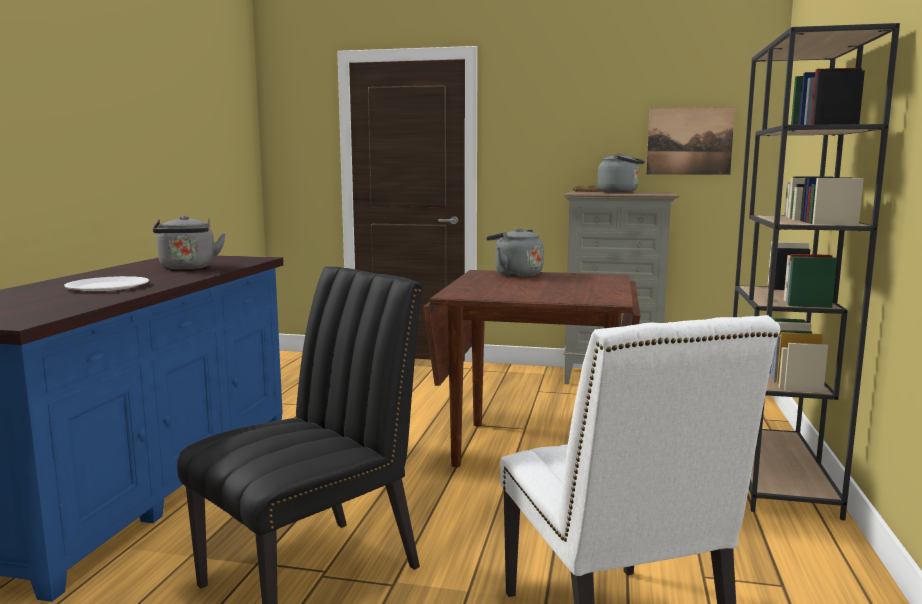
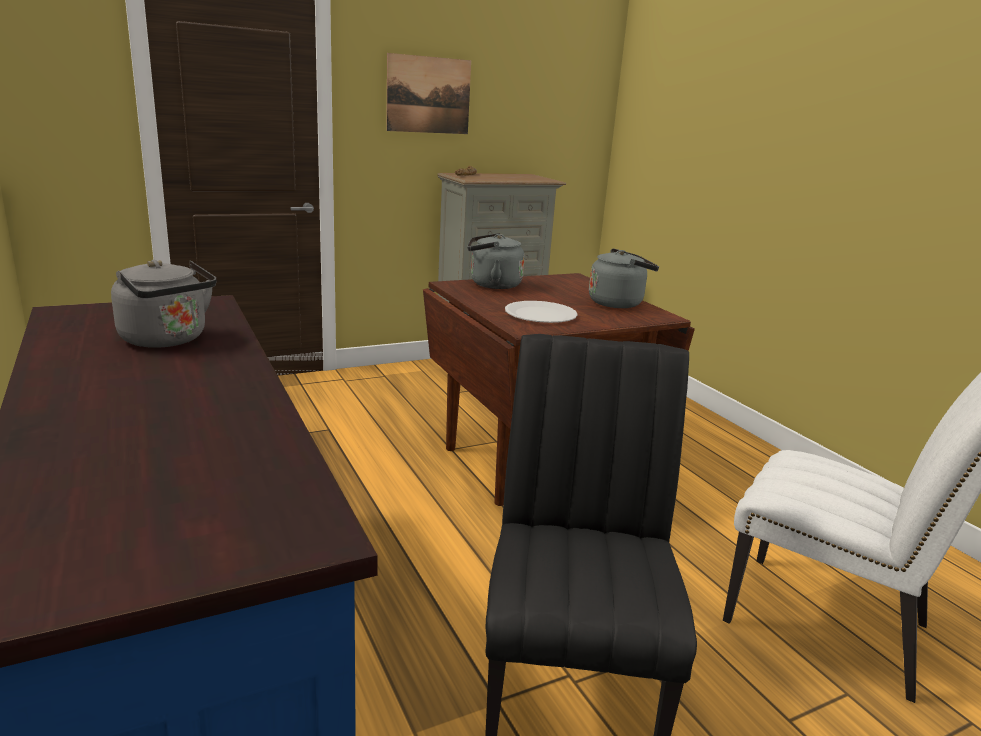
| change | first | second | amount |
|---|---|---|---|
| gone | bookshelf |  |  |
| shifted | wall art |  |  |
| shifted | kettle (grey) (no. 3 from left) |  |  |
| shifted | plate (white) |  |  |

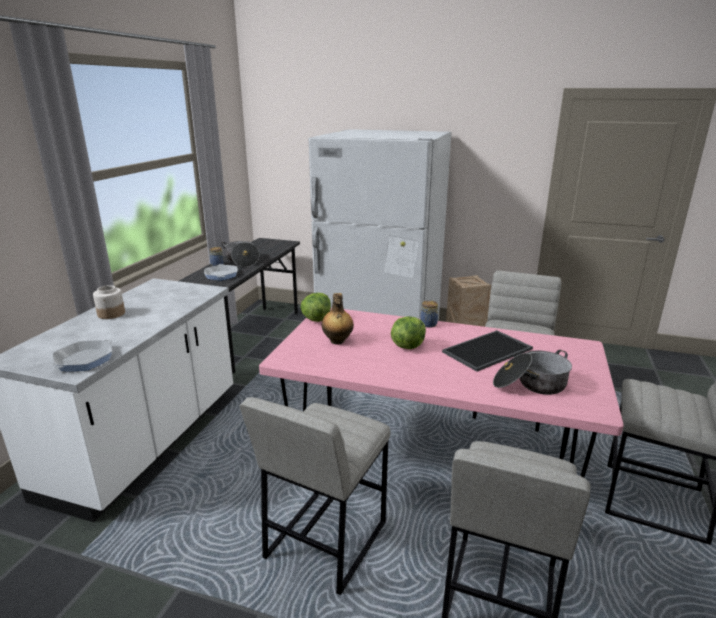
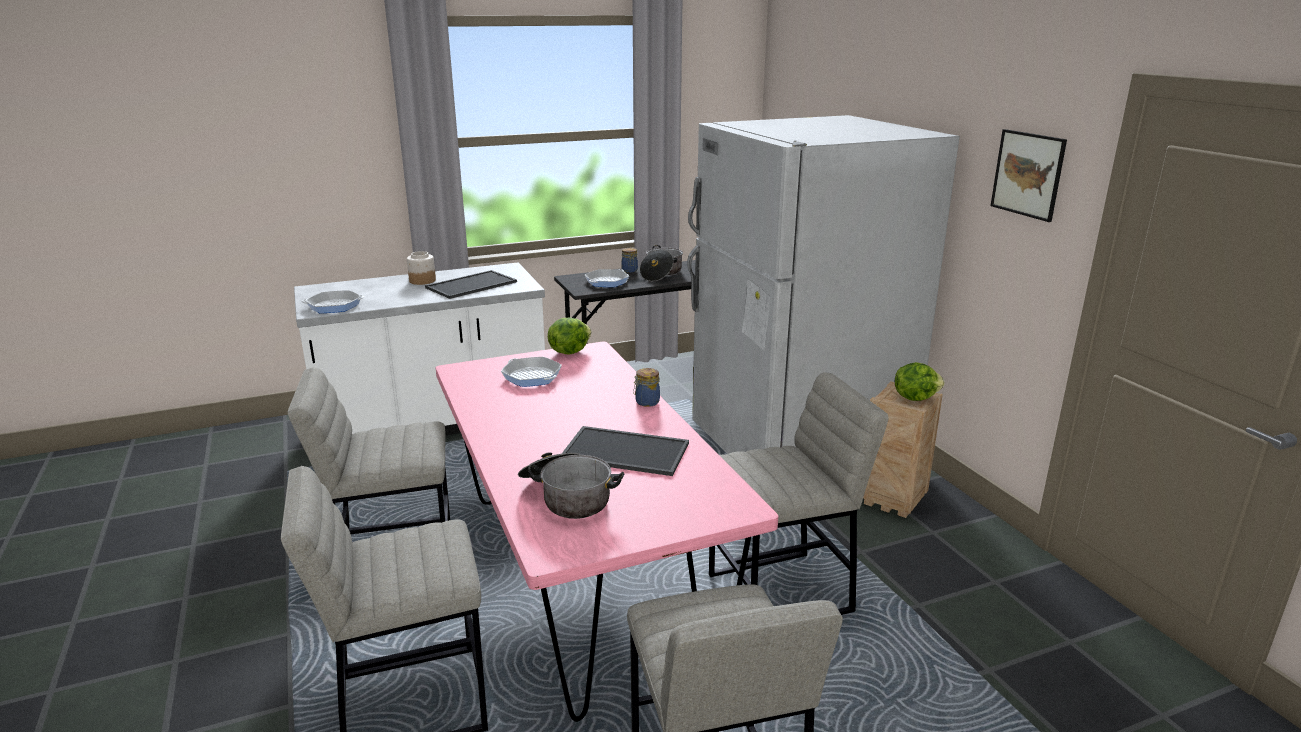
| change | first | second | amount |
|---|---|---|---|
| swapped | bottle | skillet (no. 2 from left) |  |
| shifted | lettuce (no. 2 from left) |  |  |
| new |  | wall art |  |
| new |  | carrying tray (no. 1 from left) |  |

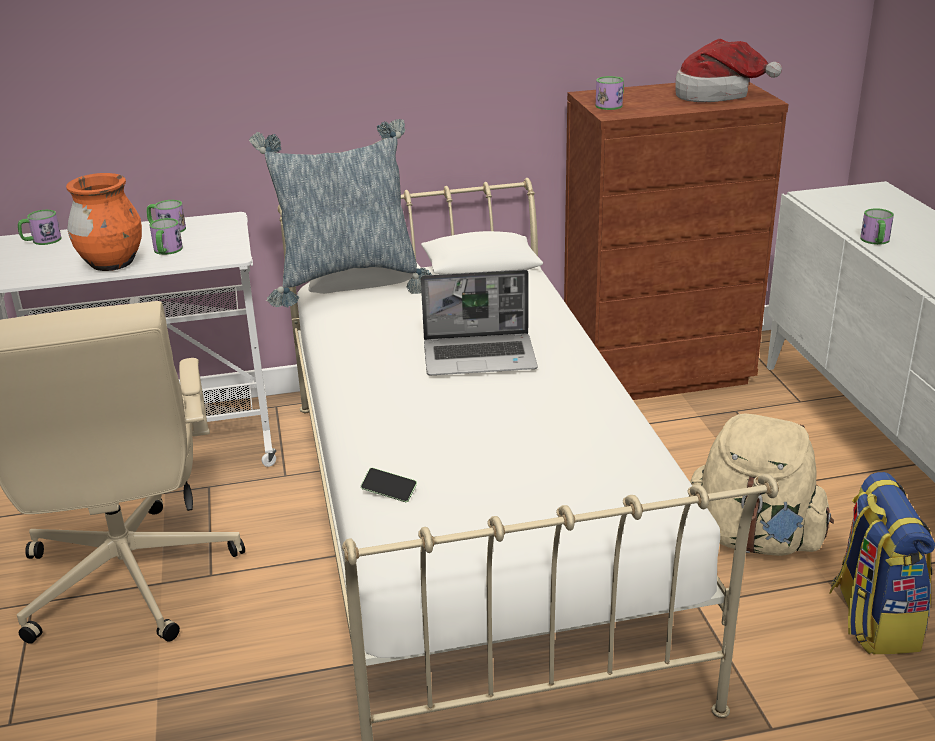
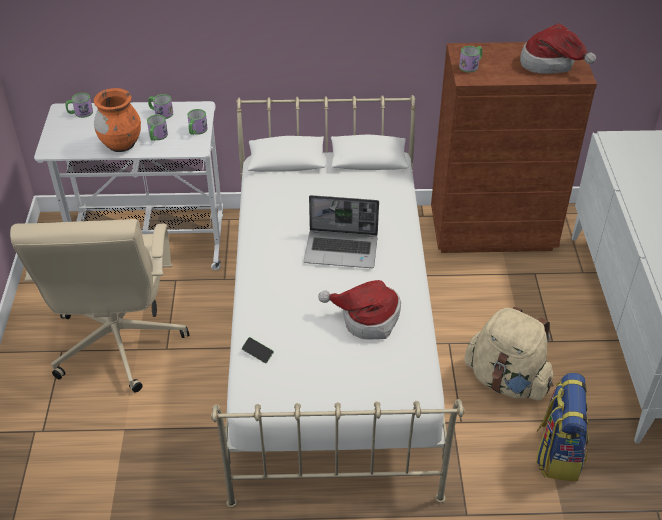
| change | first | second | amount |
|---|---|---|---|
| gone | cushion |  |  |
| shifted | mug (no. 5 from left in the first image) | mug (no. 4 from left) |  |
| new |  | wearable hat (no. 1 from left) |  |

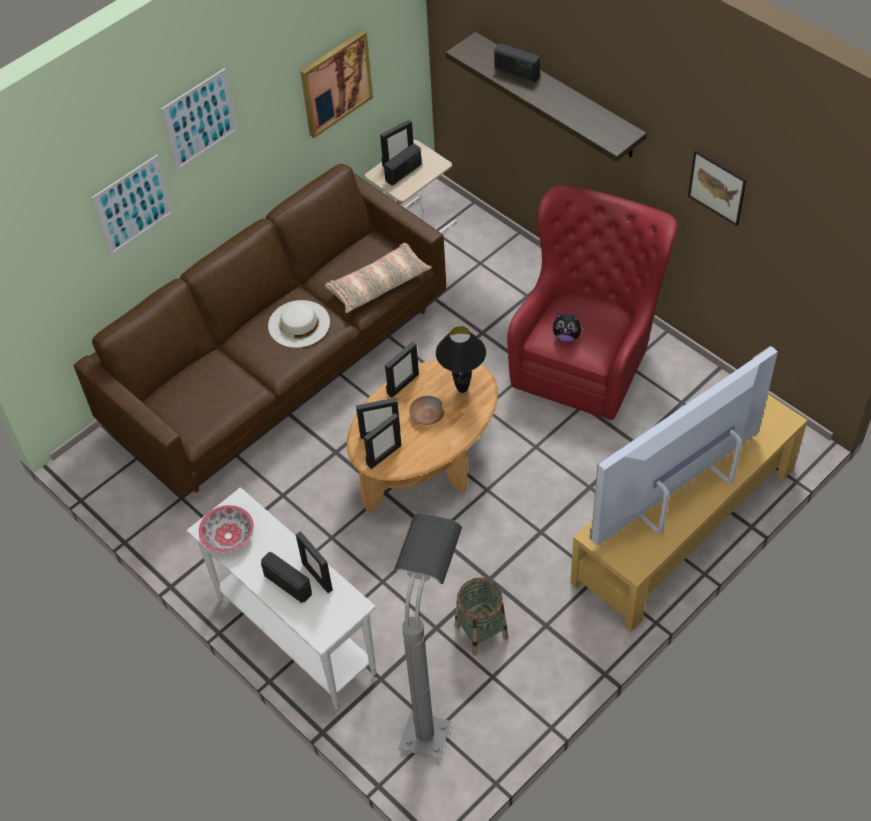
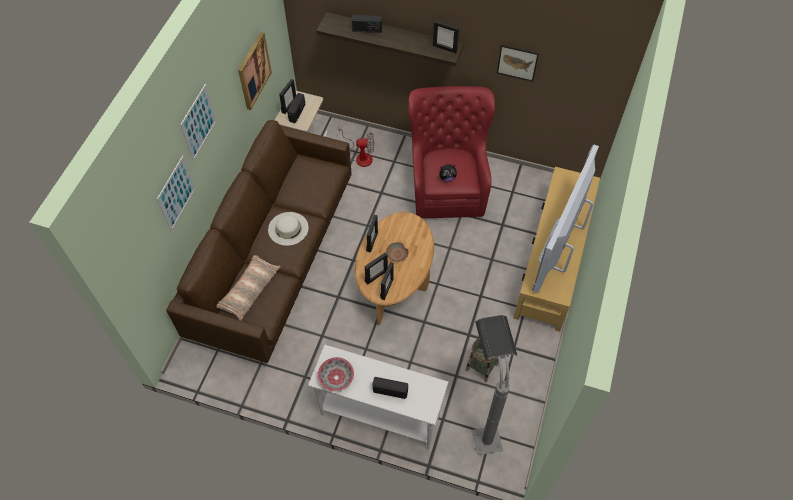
| change | first | second | amount |
|---|---|---|---|
| shifted | cushion |  |  |
| gone | table lamp (black) |  |  |
| shifted | picture frame (no. 1 from left in the first image) | picture frame (no. 5 from left) |  |
| new |  | electric fan |  |

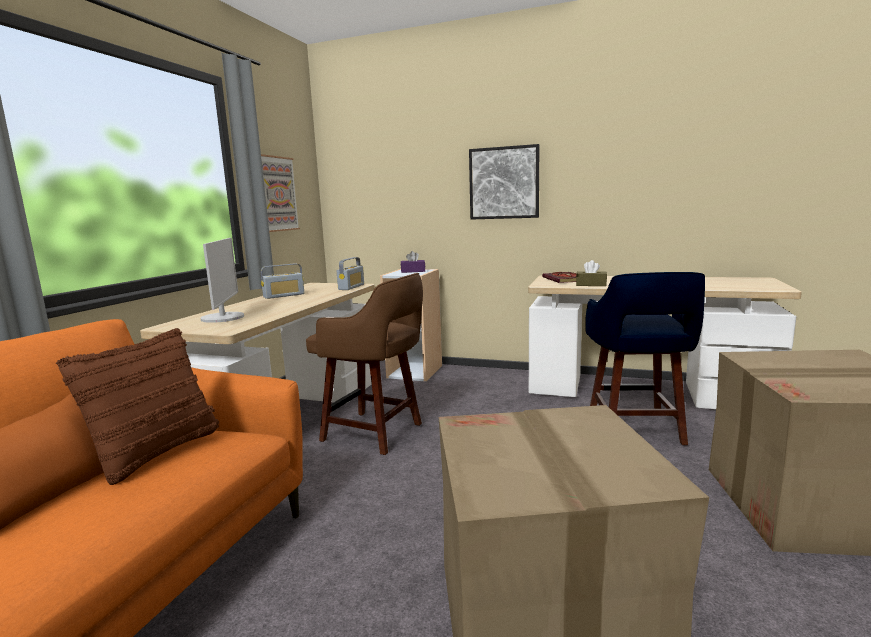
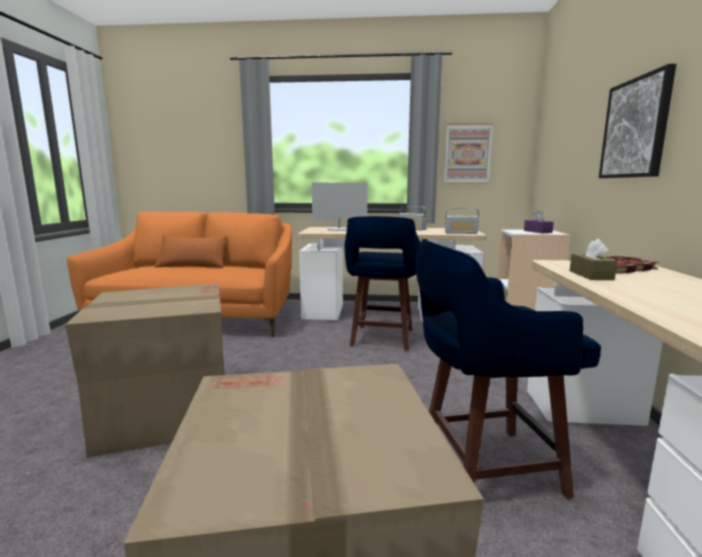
| change | first | second | amount |
|---|---|---|---|
| repainted | stool (brown) | stool (blue) (no. 1 from left) |  |
| gone | cushion (brown) |  |  |

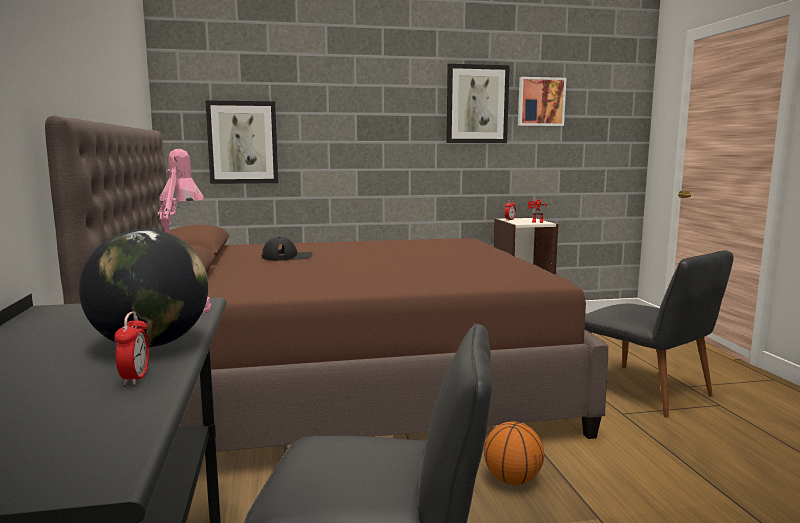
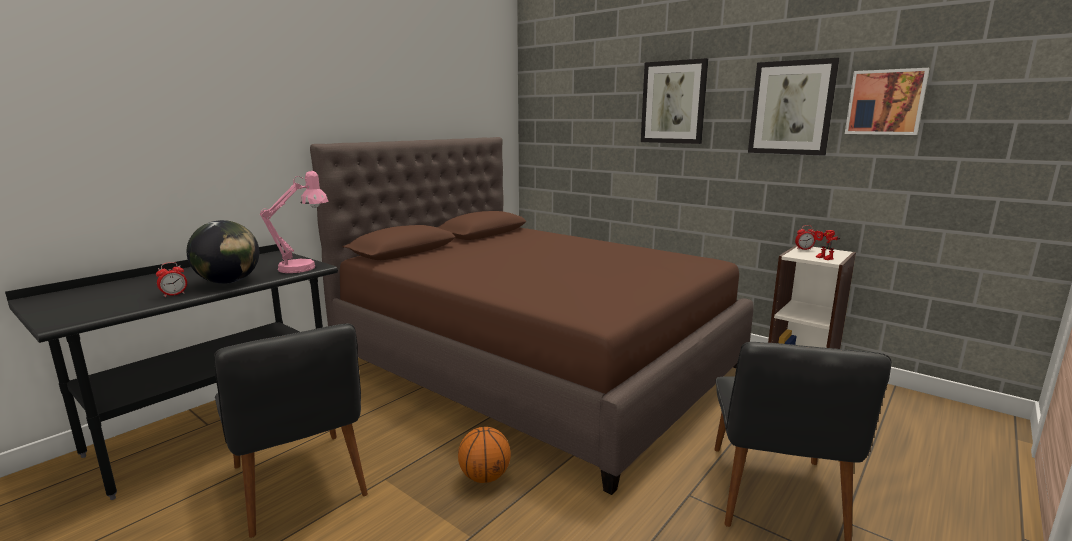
| change | first | second | amount |
|---|---|---|---|
| shifted | wall art (no. 1 from left) |  |  |
| gone | peaked cap (black) |  |  |

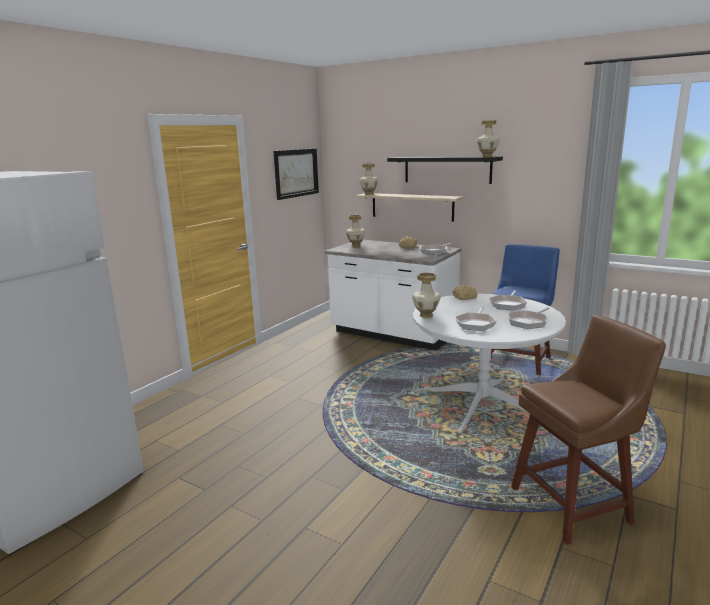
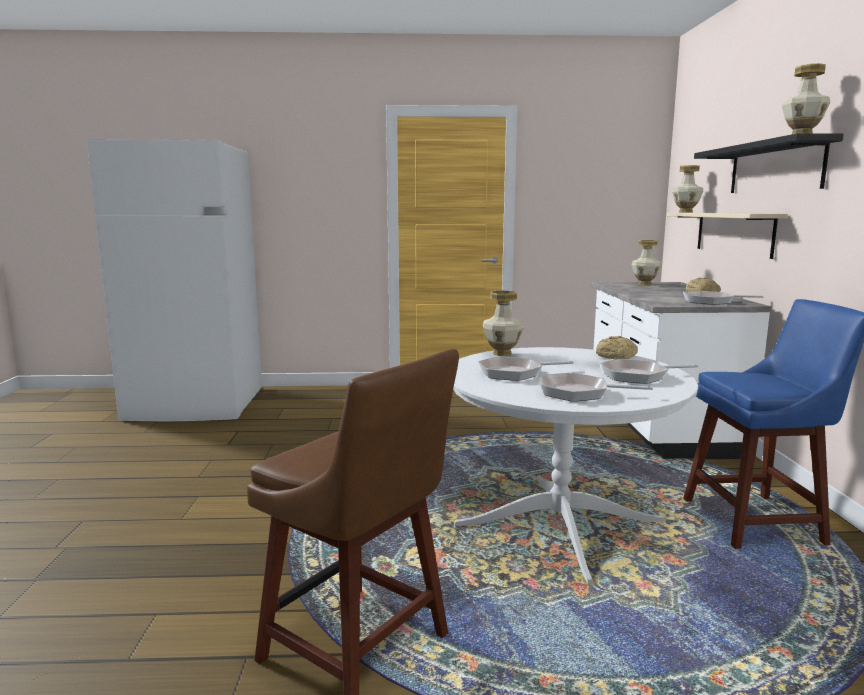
| change | first | second | amount |
|---|---|---|---|
| gone | wall art |  |  |

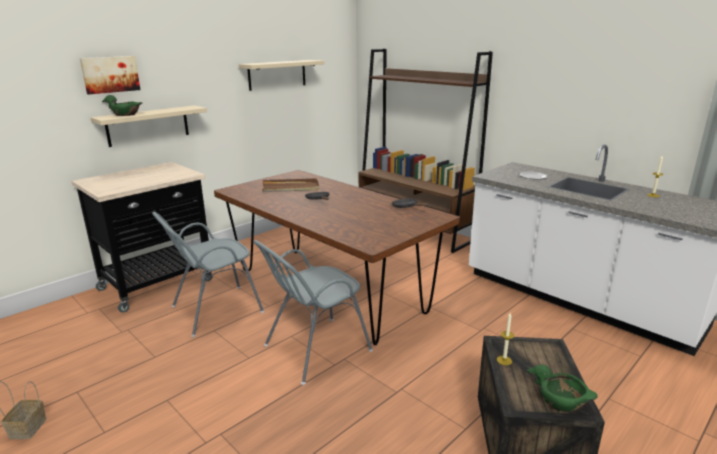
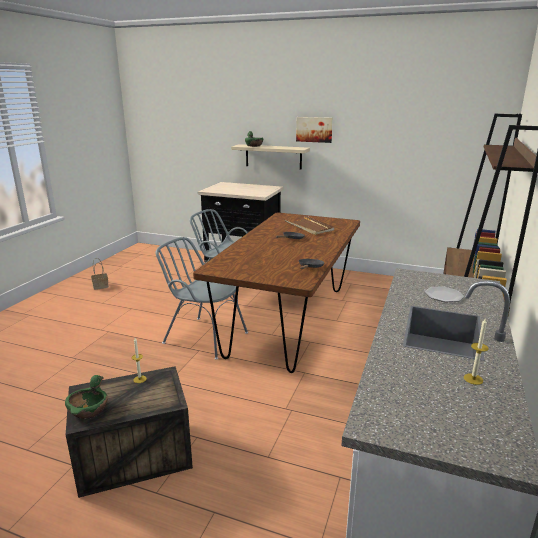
| change | first | second | amount |
|---|---|---|---|
| shifted | wall art |  |  |
| gone | shelf (beige-coloured) (no. 2 from left) |  |  |

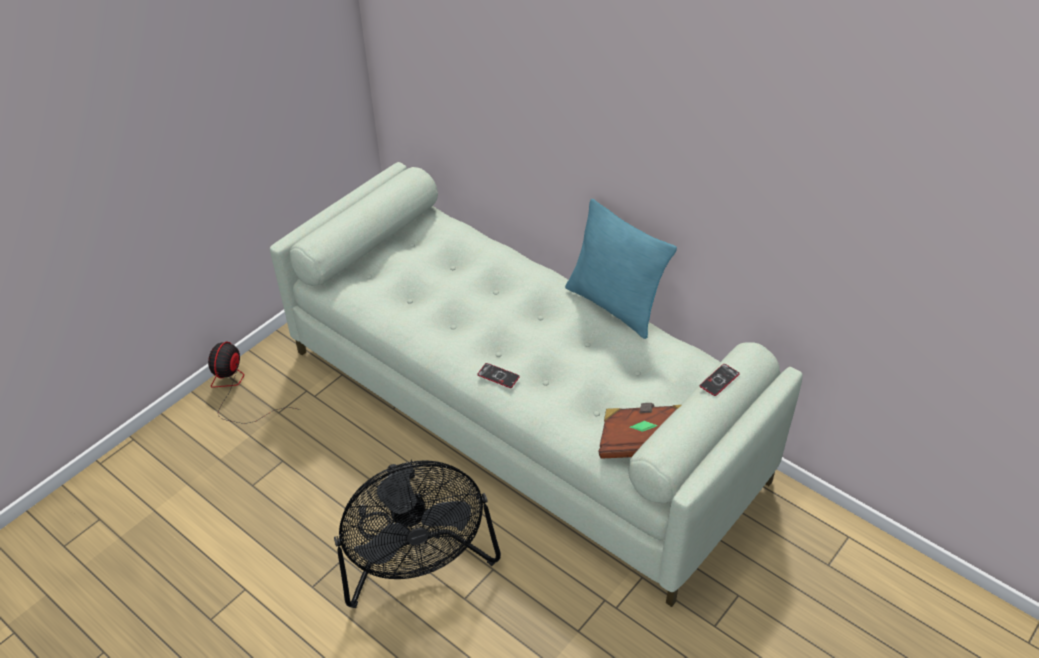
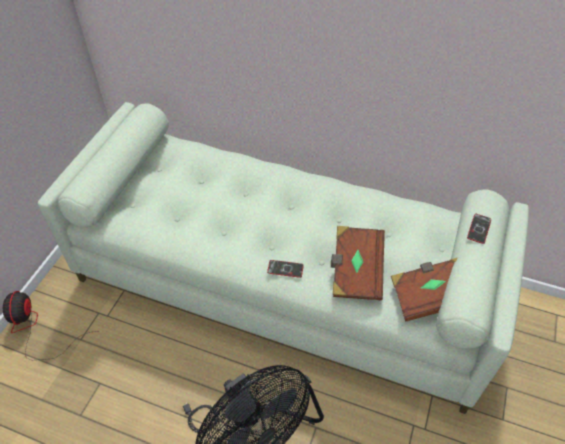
| change | first | second | amount |
|---|---|---|---|
| gone | cushion (blue-green) |  |  |
| new |  | volume (brown) (no. 1 from left) |  |

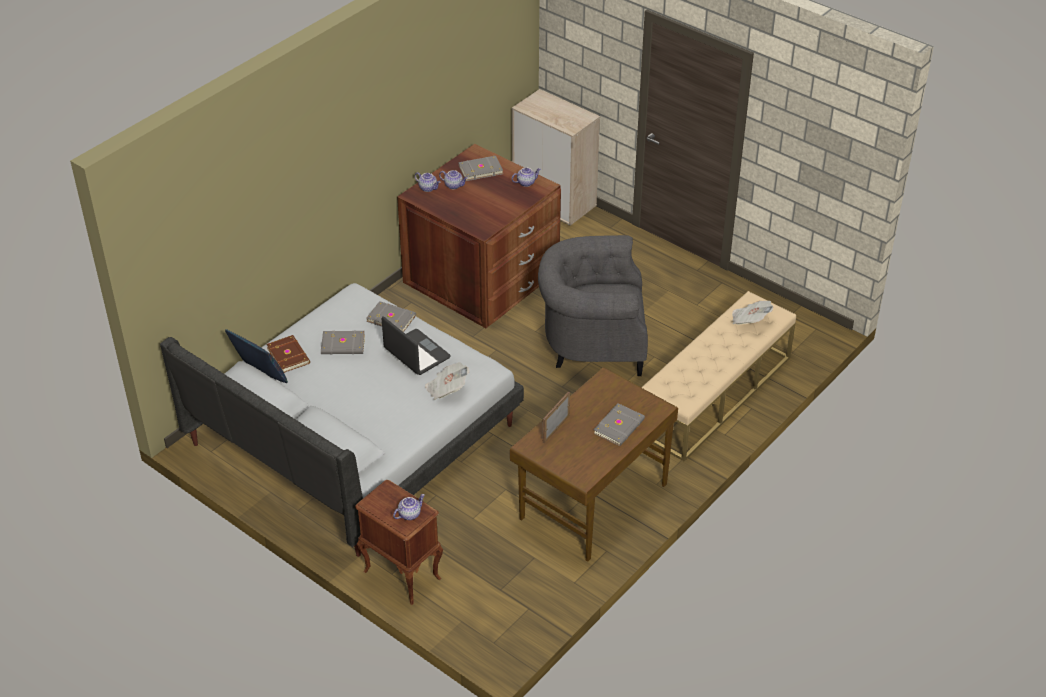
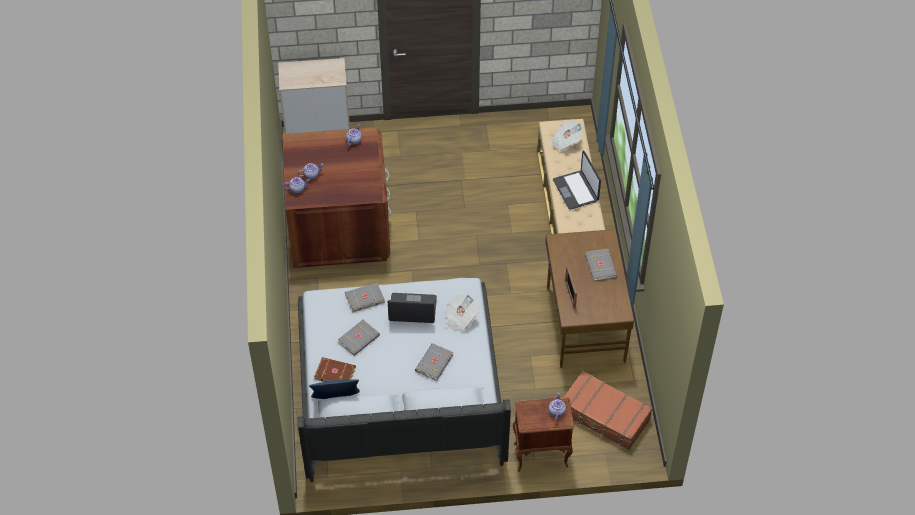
| change | first | second | amount |
|---|---|---|---|
| shifted | volume (grey) (no. 3 from left) |  |  |
| gone | armchair (grey) |  |  |
| new |  | laptop (no. 2 from left) |  |
| new |  | piece of luggage (brown) |  |

